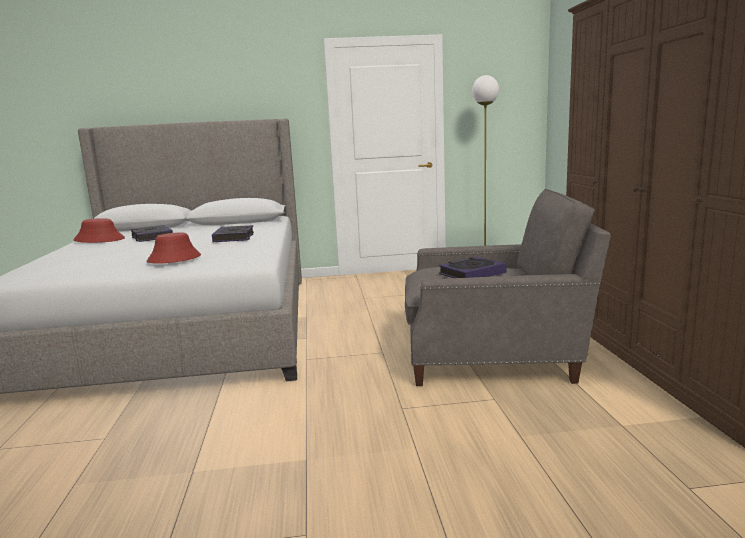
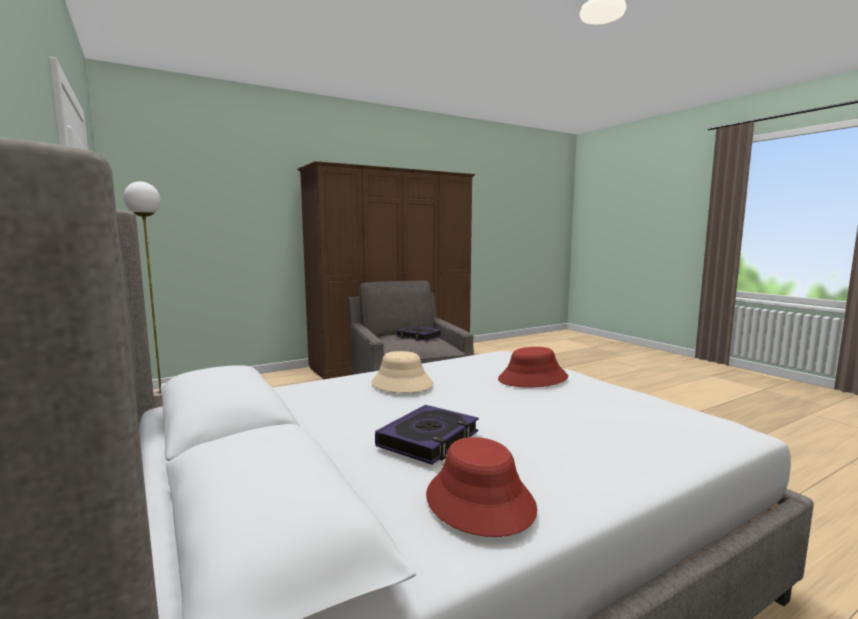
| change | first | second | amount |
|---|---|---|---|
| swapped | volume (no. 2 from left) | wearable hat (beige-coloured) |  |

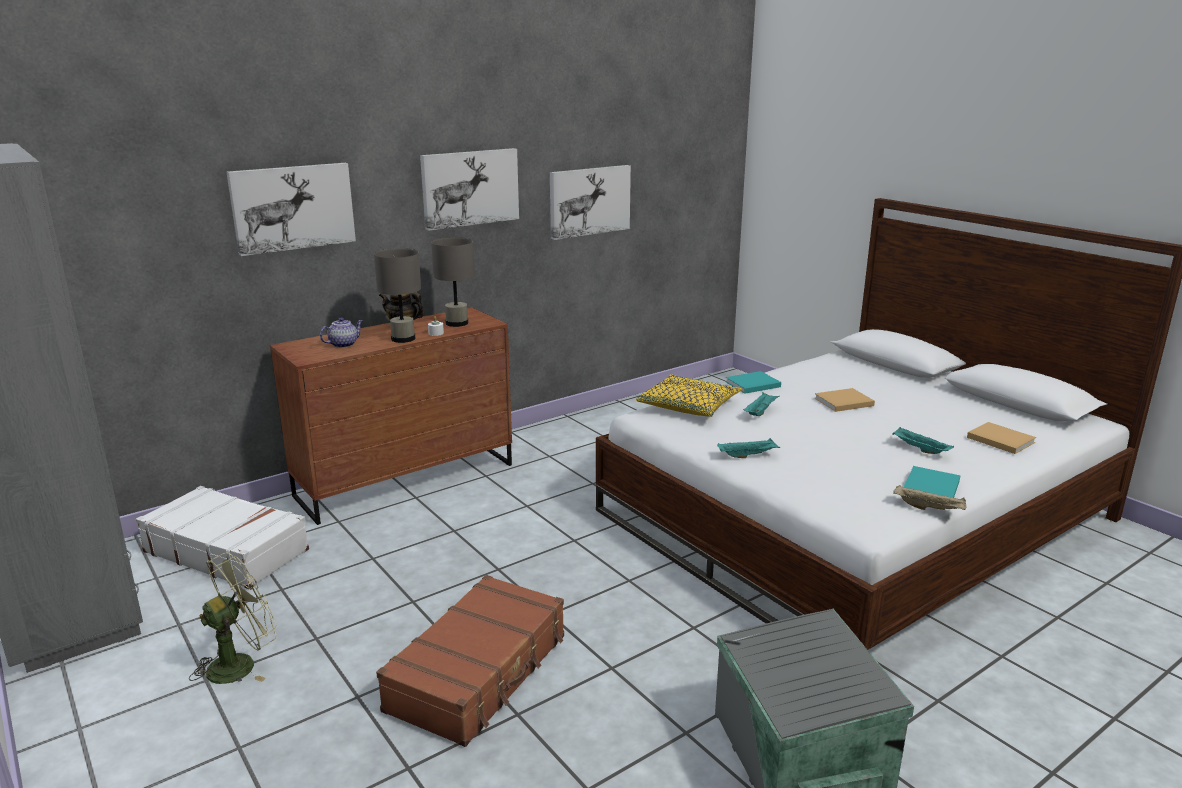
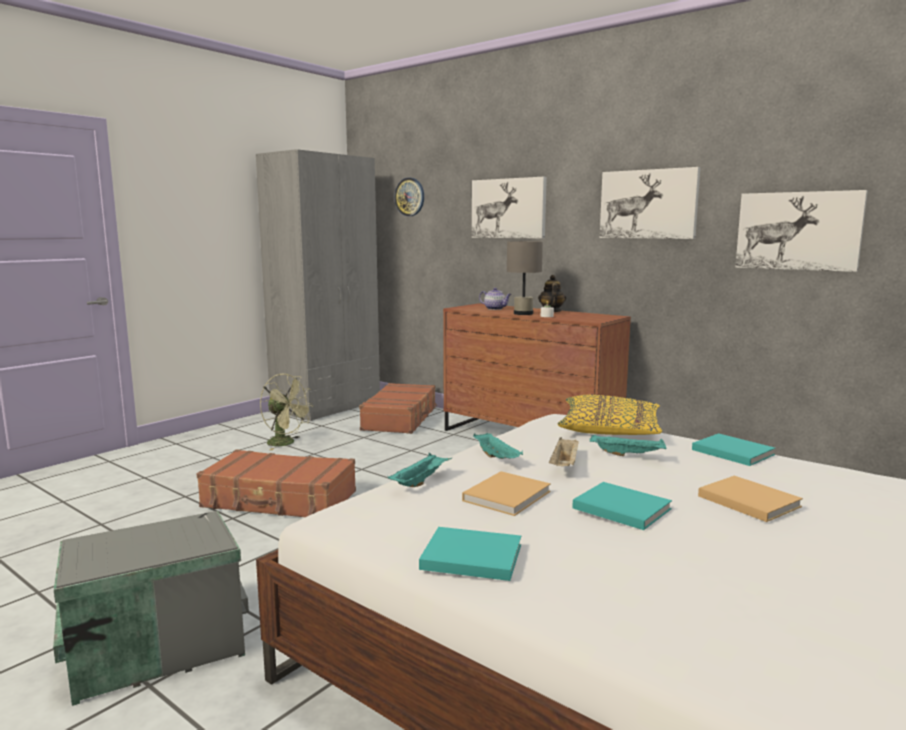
| change | first | second | amount |
|---|---|---|---|
| gone | table lamp (grey) (no. 2 from left) |  |  |
| shifted | volume (beige-coloured) (no. 2 from left in the first image) | volume (beige-coloured) (no. 1 from left) |  |
| shifted | carrying tray (blue-green) (no. 3 from left in the first image) | carrying tray (blue-green) (no. 1 from left) |  |
| shifted | carrying tray (beige-coloured) |  |  |
| repainted | piece of luggage (white) | piece of luggage (brown) (no. 2 from left) |  |
| new |  | clock on the wall |  |
| new |  | volume (blue-green) (no. 2 from left) |  |

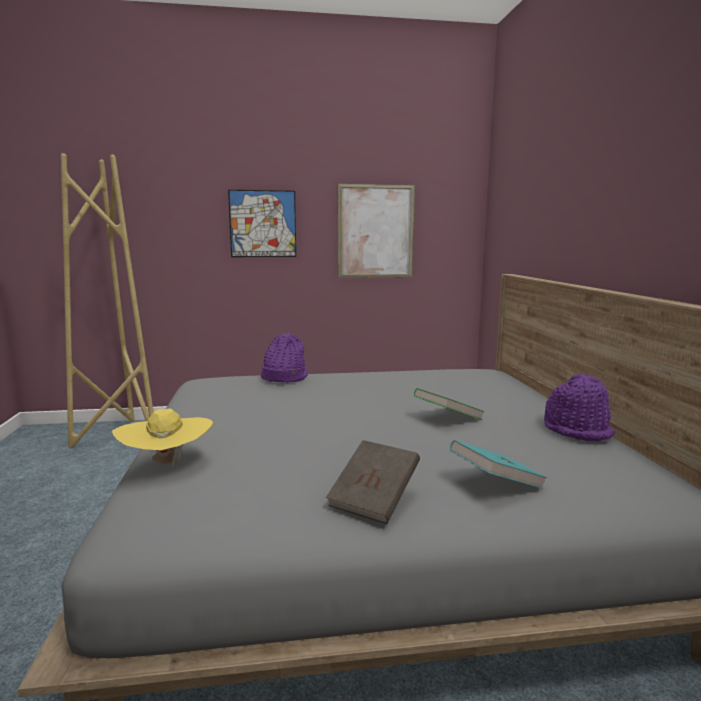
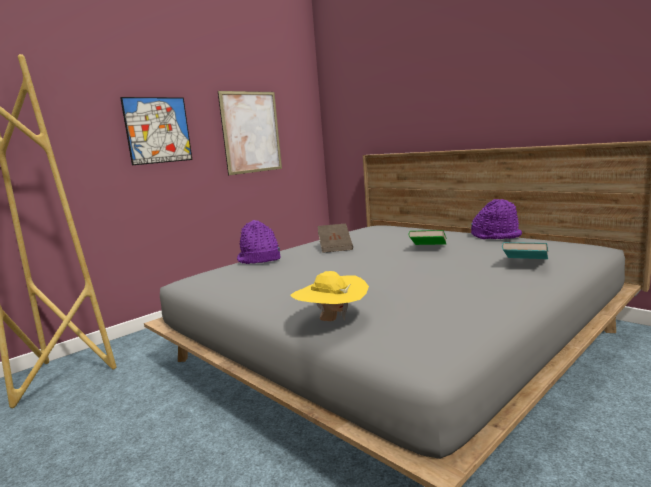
| change | first | second | amount |
|---|---|---|---|
| shifted | volume (brown) |  |  |

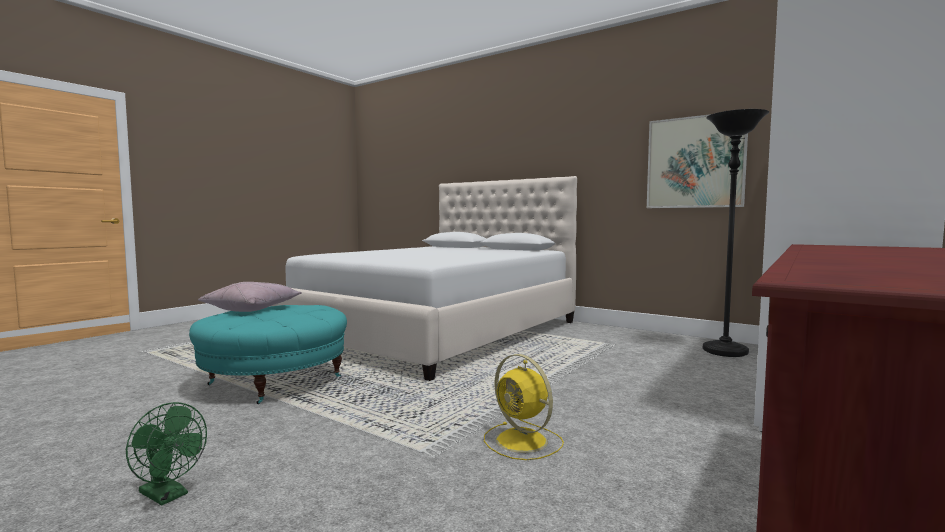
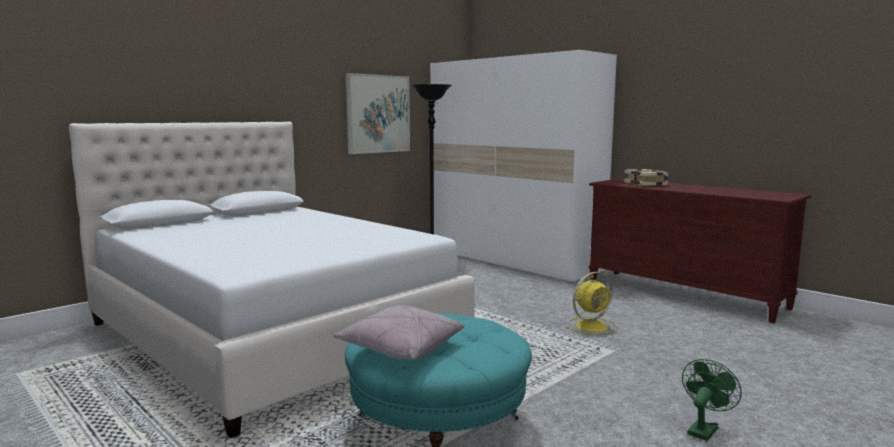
| change | first | second | amount |
|---|---|---|---|
| new |  | volume |  |

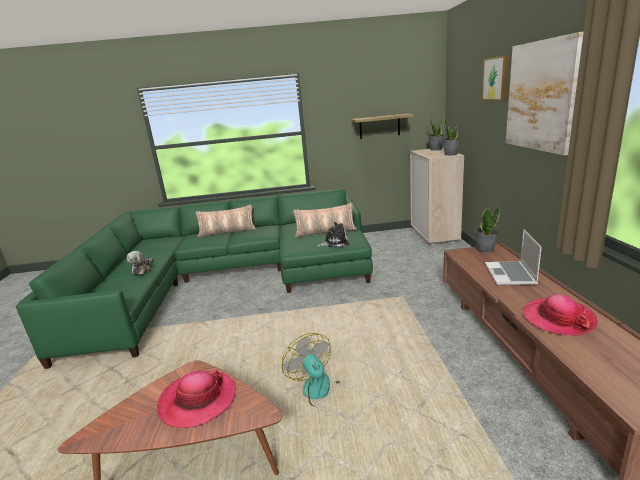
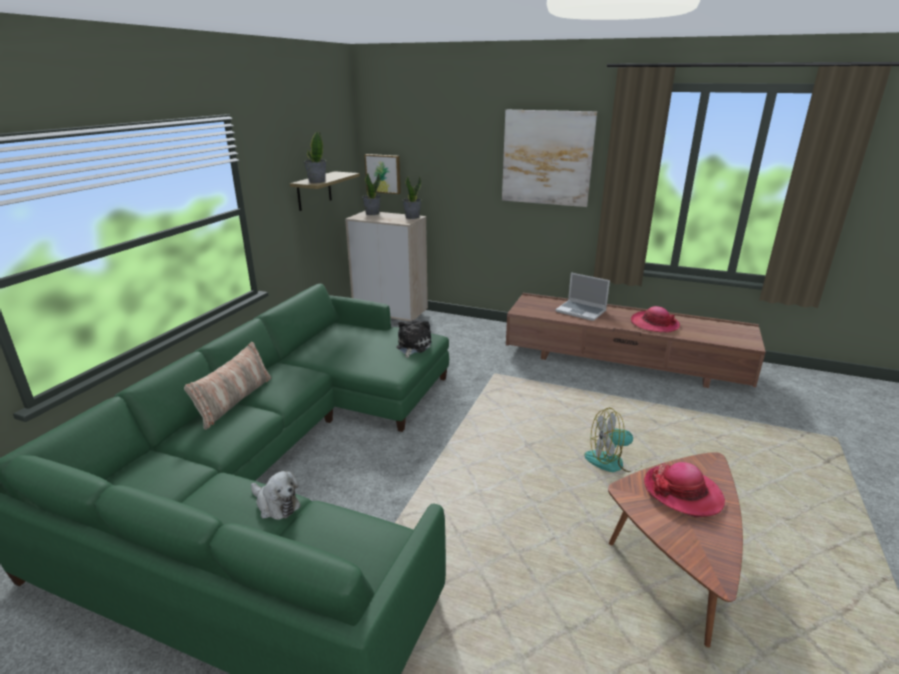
| change | first | second | amount |
|---|---|---|---|
| shifted | wall art (no. 1 from left) |  |  |
| gone | cushion (no. 2 from left) |  |  |
| shifted | plant in a pot (no. 3 from left in the first image) | plant in a pot (no. 1 from left) |  |

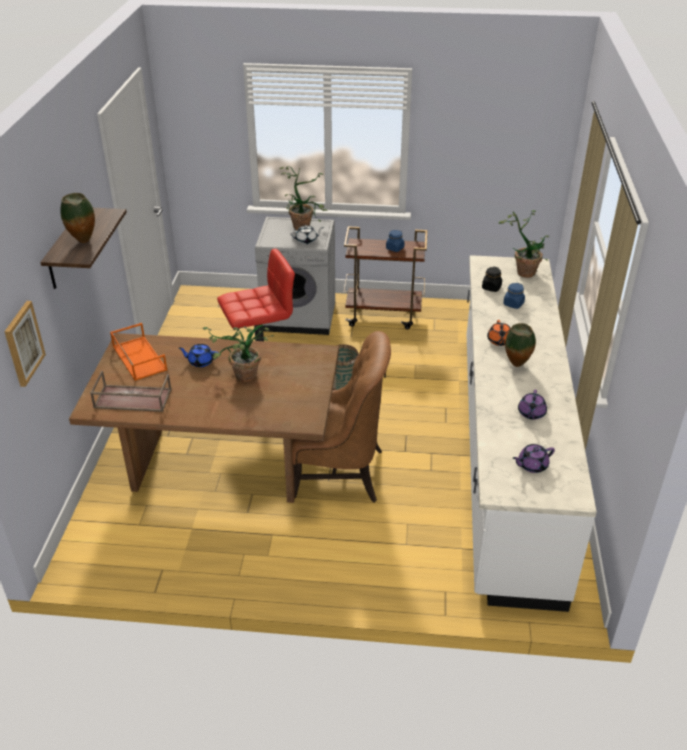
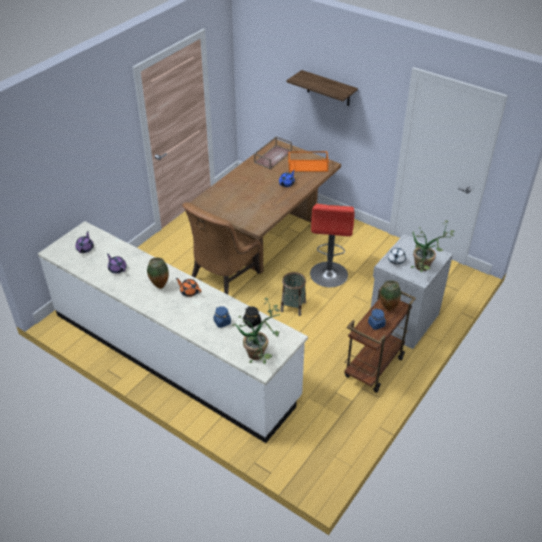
| change | first | second | amount |
|---|---|---|---|
| shifted | decorative vase (no. 1 from left in the first image) | decorative vase (no. 2 from left) |  |
| gone | wall art |  |  |
| gone | plant in a pot (no. 1 from left) |  |  |

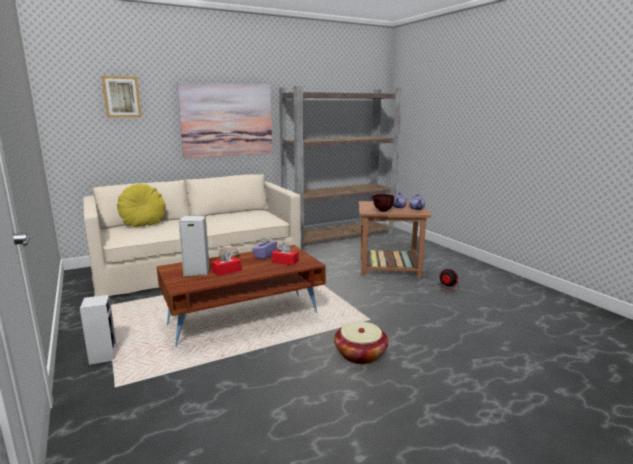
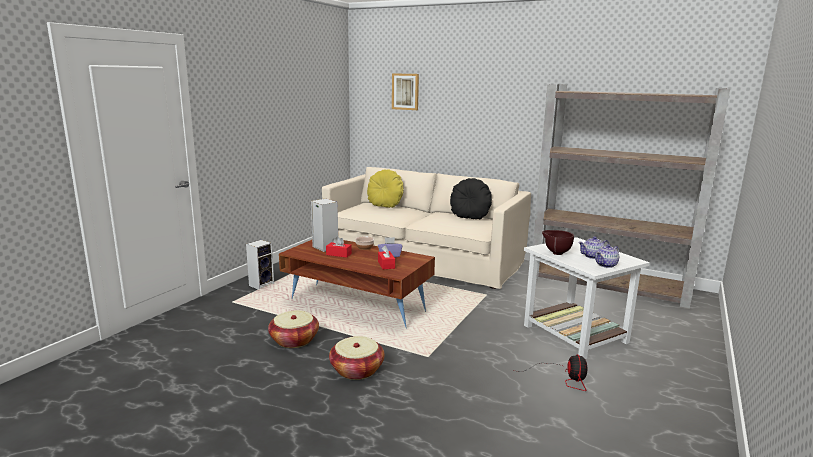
| change | first | second | amount |
|---|---|---|---|
| gone | wall art (no. 2 from left) |  |  |
| repainted | accent table (brown) | accent table (white) |  |
| new |  | cushion (black) |  |
| new |  | household basket (no. 1 from left) |  |

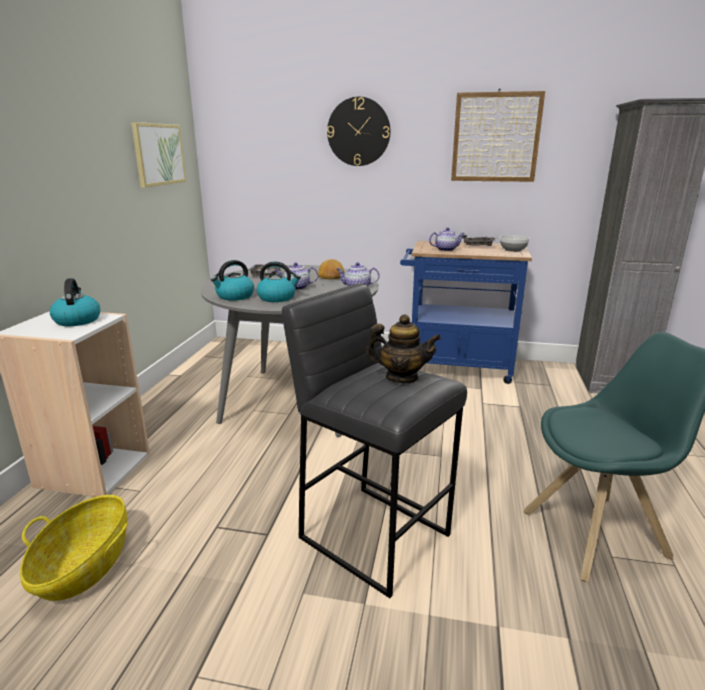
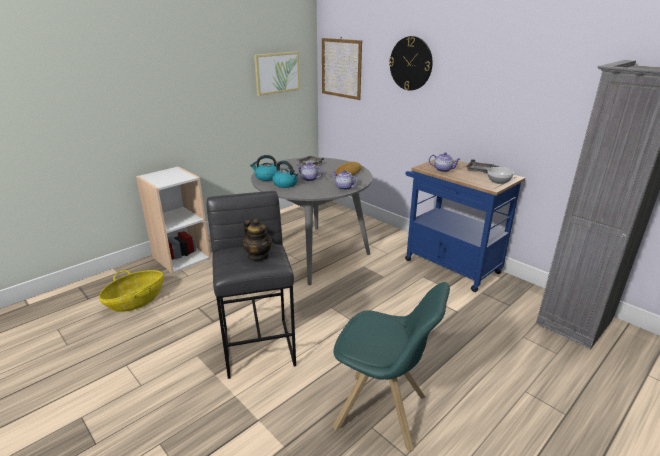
| change | first | second | amount |
|---|---|---|---|
| shifted | wall art (no. 2 from left) |  |  |
| gone | kettle (no. 1 from left) |  |  |

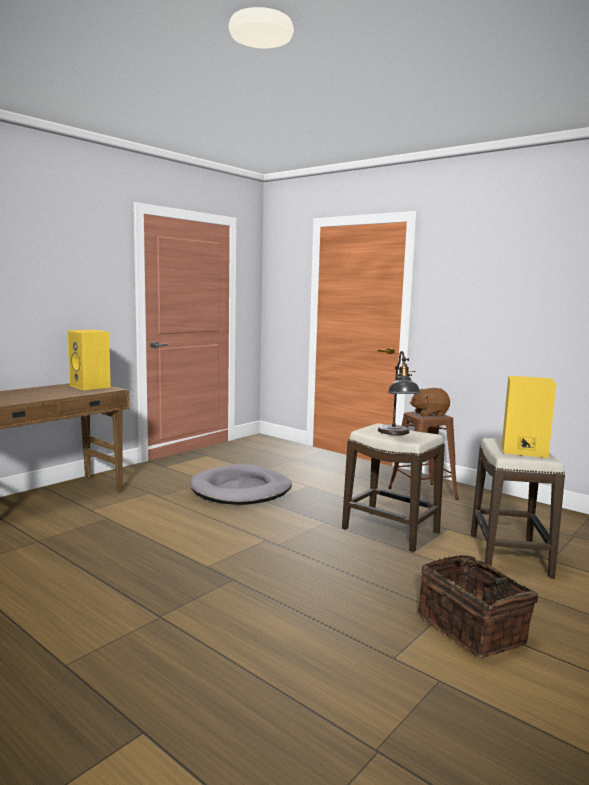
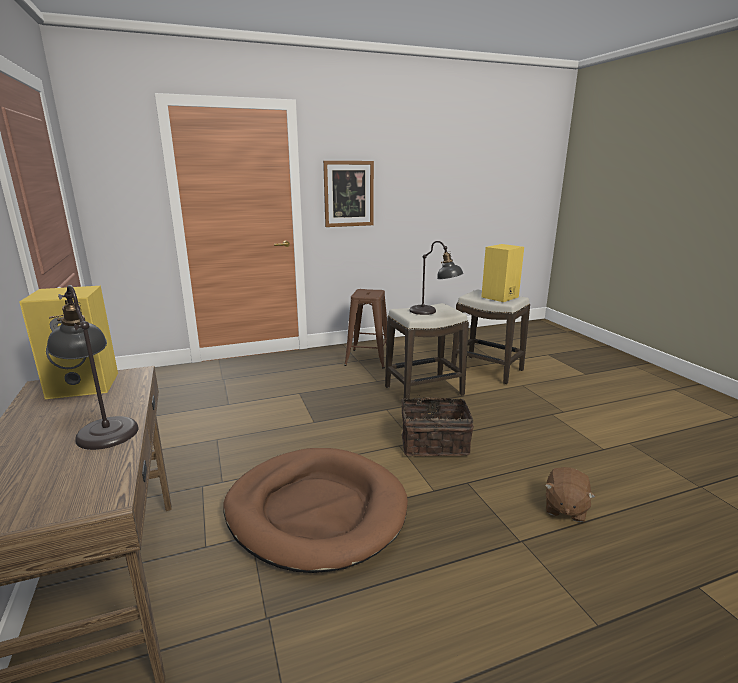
| change | first | second | amount |
|---|---|---|---|
| shifted | plush toy (brown) |  |  |
| gone | dog cushion (grey) |  |  |
| shifted | household basket |  |  |
| new |  | wall art |  |
| new |  | table lamp (grey) (no. 1 from left) |  |
| new |  | dog cushion (brown) |  |

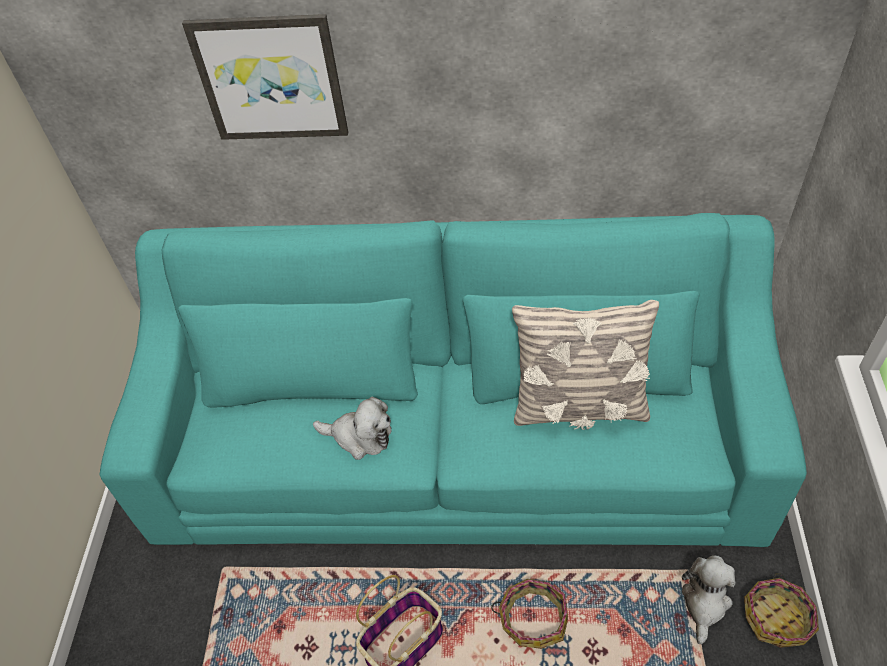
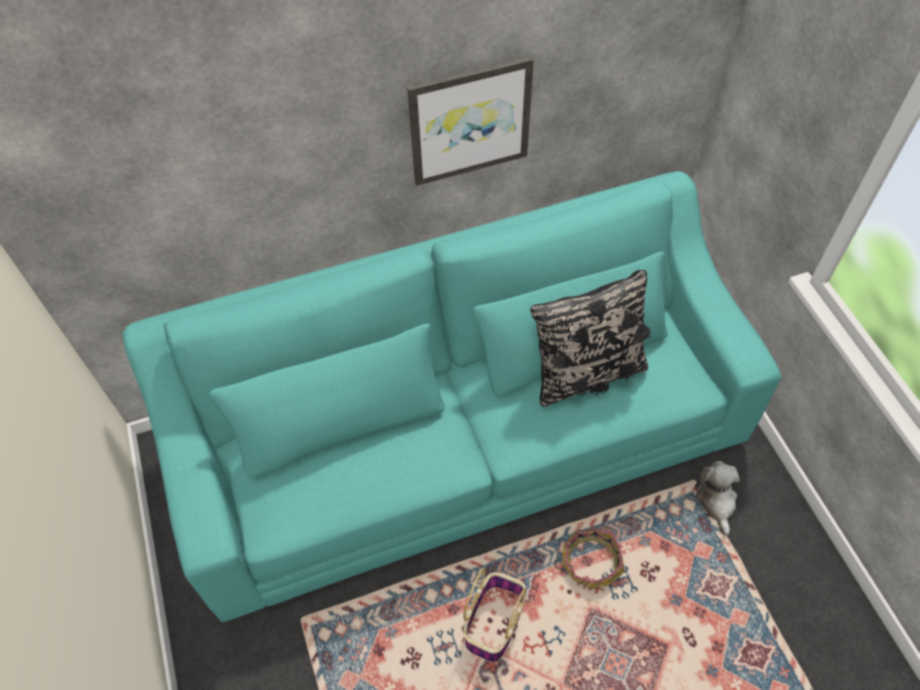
| change | first | second | amount |
|---|---|---|---|
| shifted | wall art |  |  |
| repainted | cushion (beige-coloured) | cushion (black) |  |
| gone | plush toy (no. 1 from left) |  |  |
| gone | household basket (no. 3 from left) |  |  |

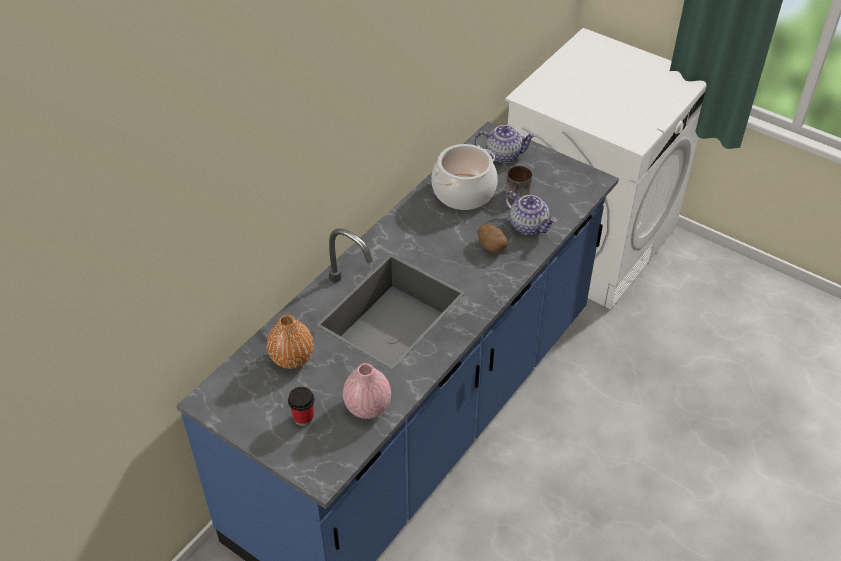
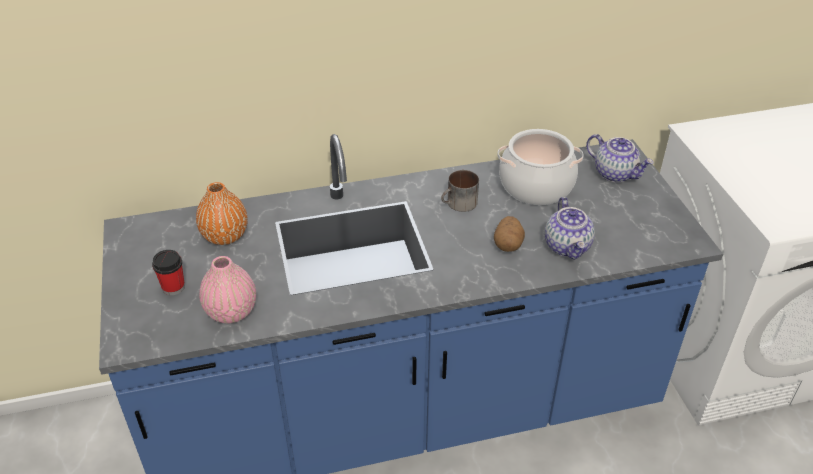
| change | first | second | amount |
|---|---|---|---|
| shifted | mug |  |  |

